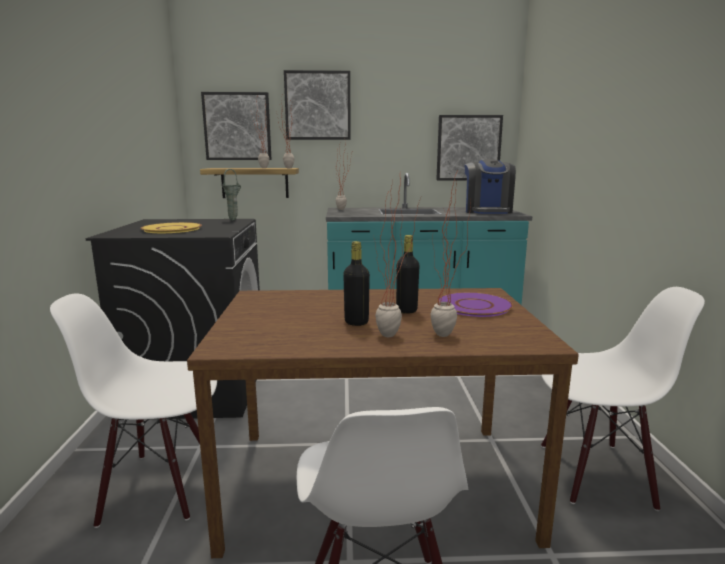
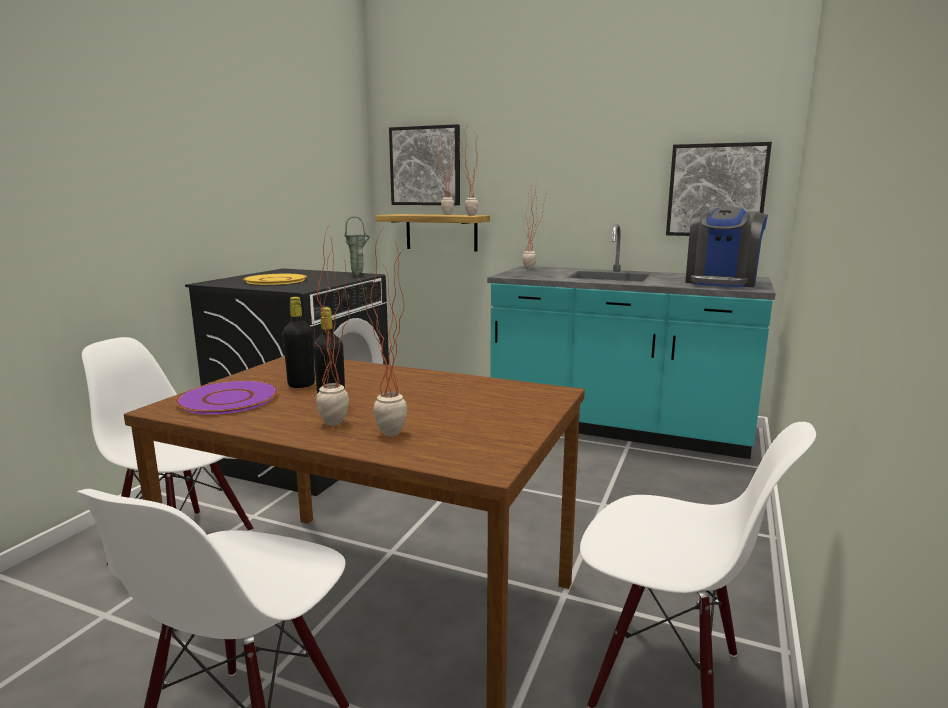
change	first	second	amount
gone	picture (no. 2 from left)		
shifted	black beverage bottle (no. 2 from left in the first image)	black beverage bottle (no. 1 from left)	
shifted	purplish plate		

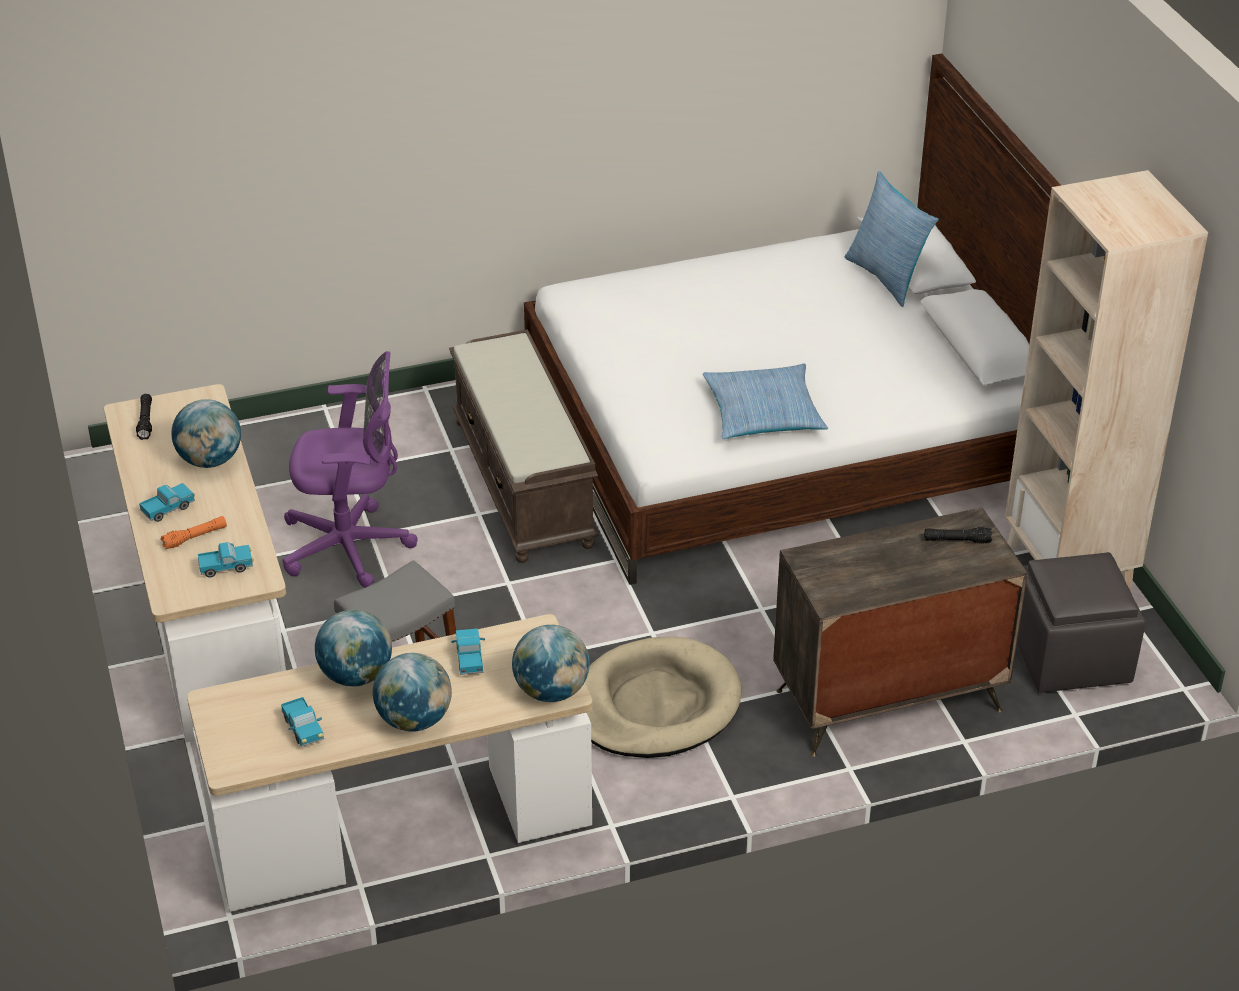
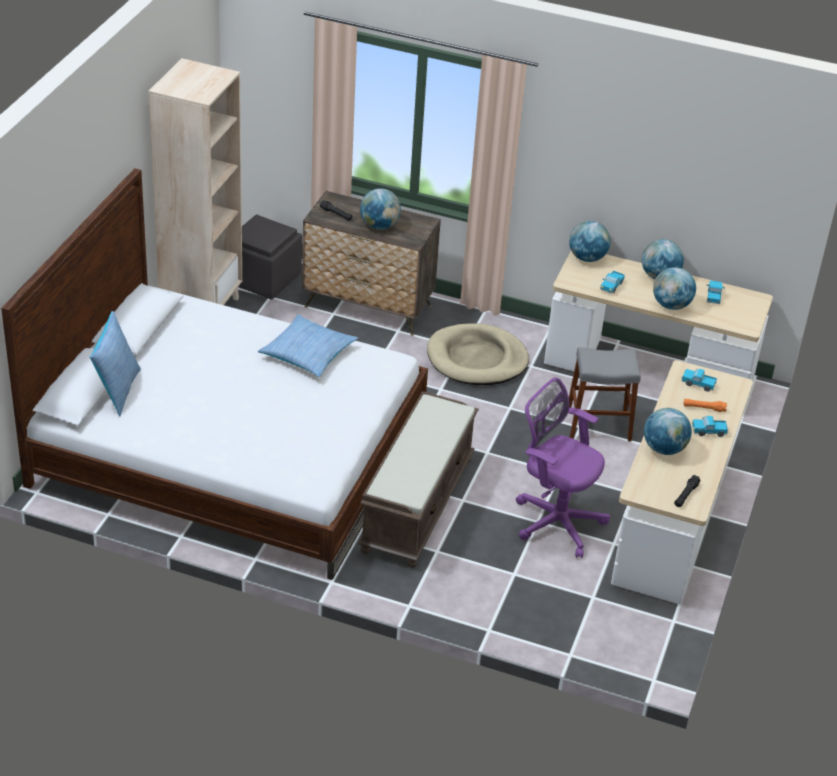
change	first	second	amount
new		globe (no. 1 from left)	

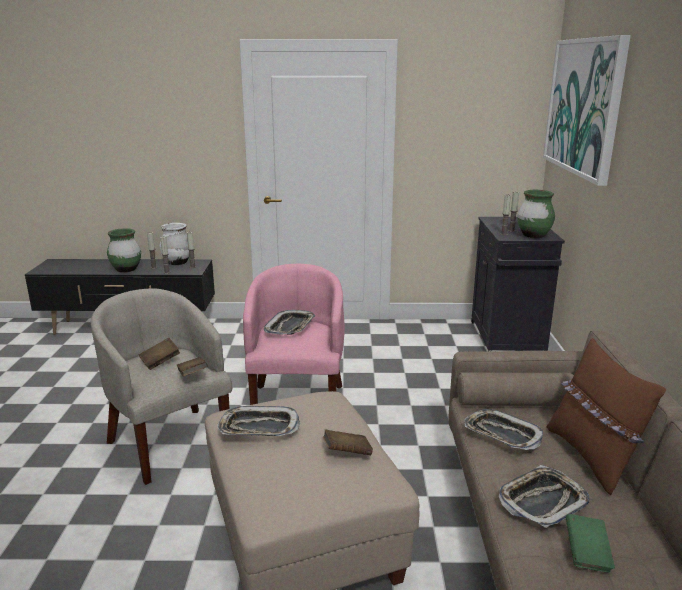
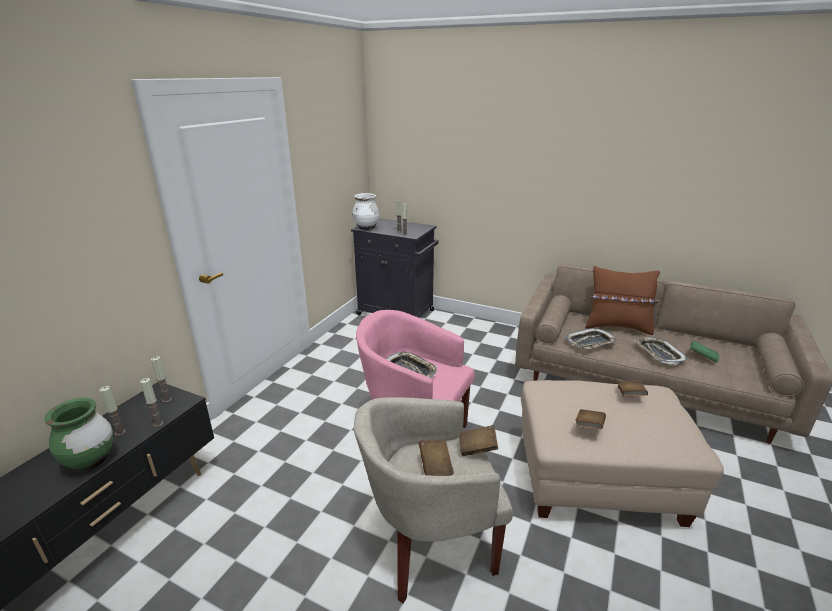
change	first	second	amount
gone	picture		
gone	greenish flower vase (no. 2 from left)		
shifted	white-coloured flower vase		
swapped	serving tray (no. 1 from left)	brown book (no. 3 from left)	

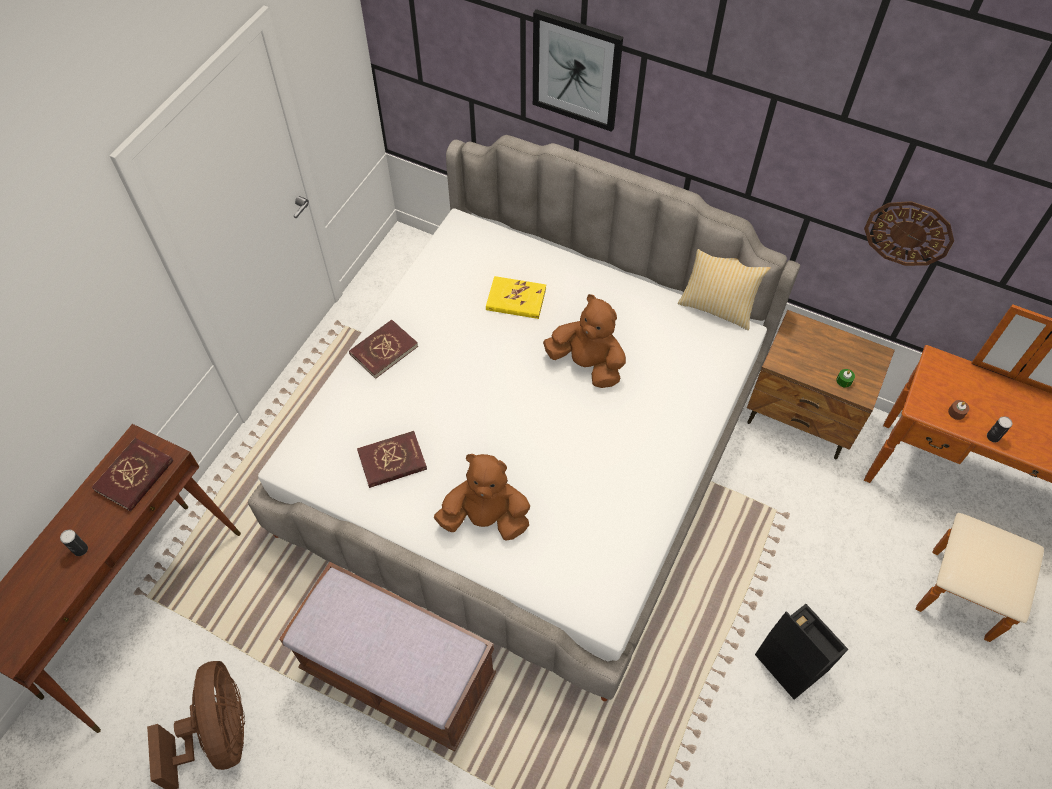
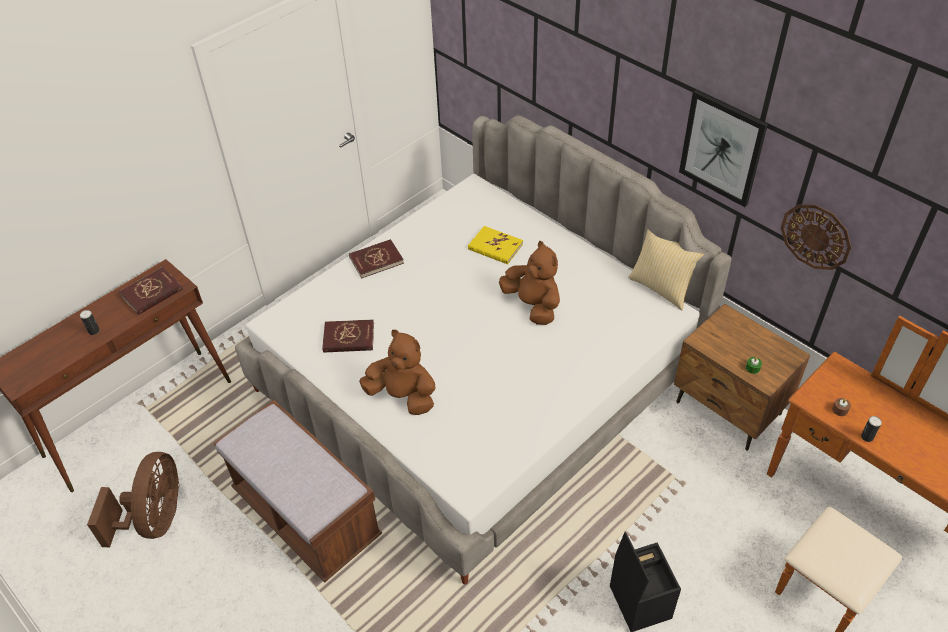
change	first	second	amount
shifted	picture		

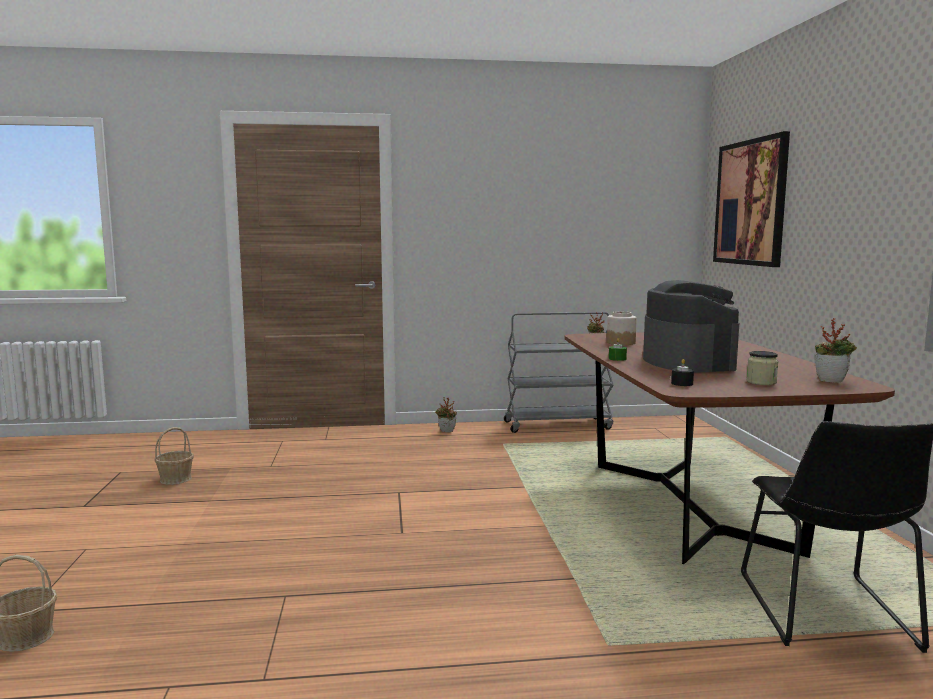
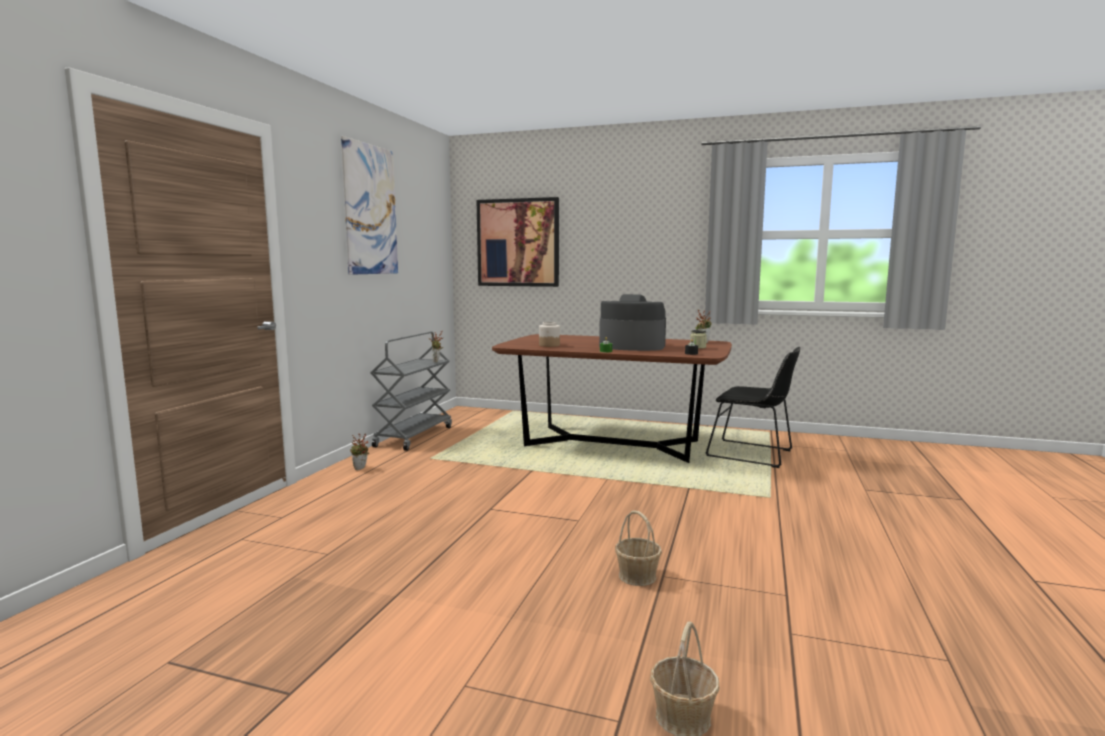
change	first	second	amount
shifted	household basket (no. 2 from left in the first image)	household basket (no. 1 from left)	
new		picture (no. 1 from left)	

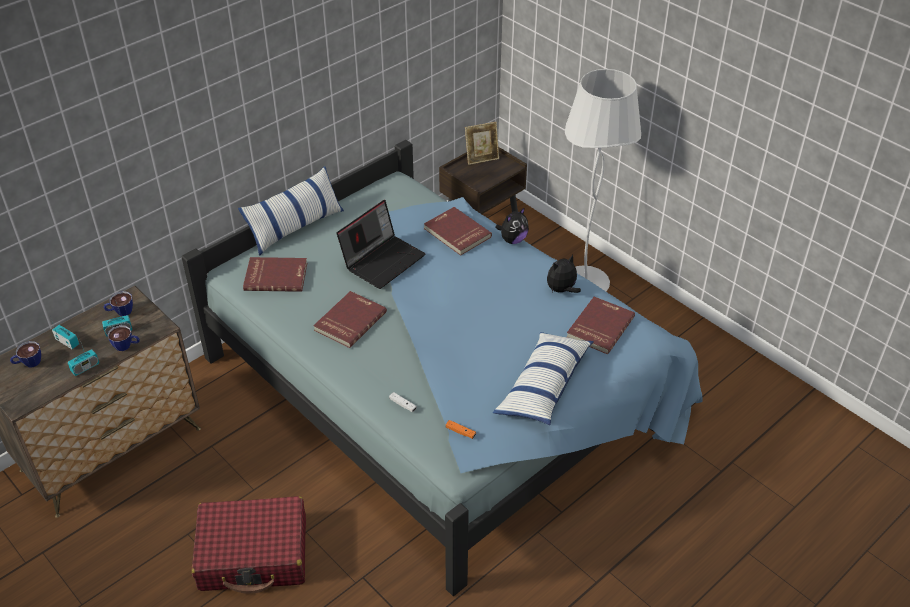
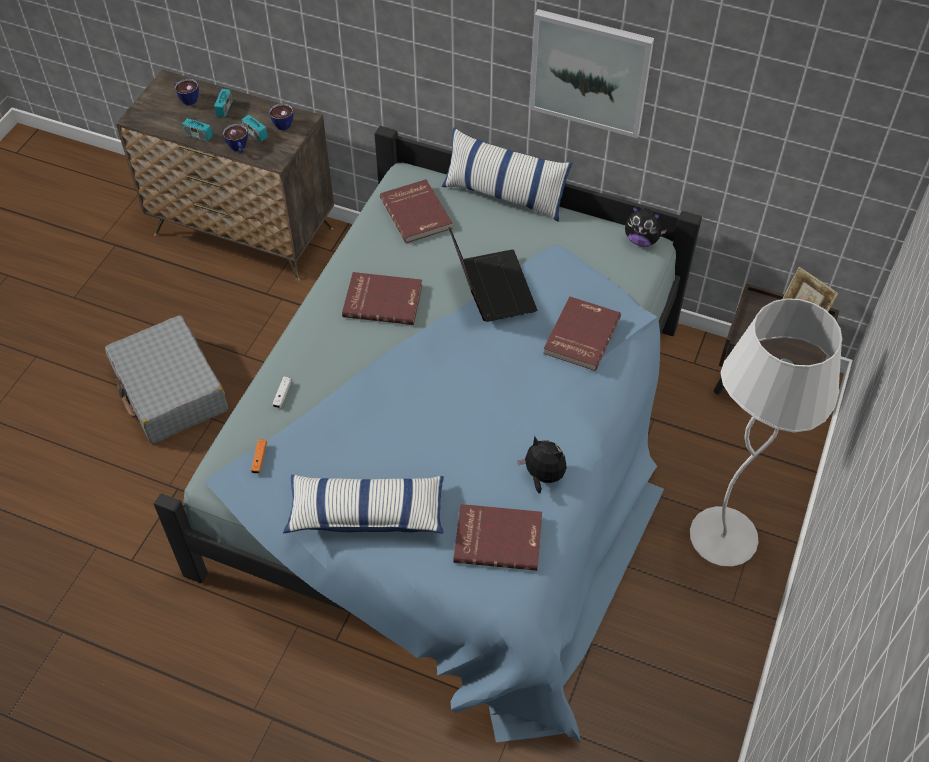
change	first	second	amount
rotated	notebook computer		120 degrees counterclockwise
shifted	soft toy (no. 1 from left in the first image)	soft toy (no. 2 from left)	
repainted	red-coloured travel case	gray travel case	
new		picture	

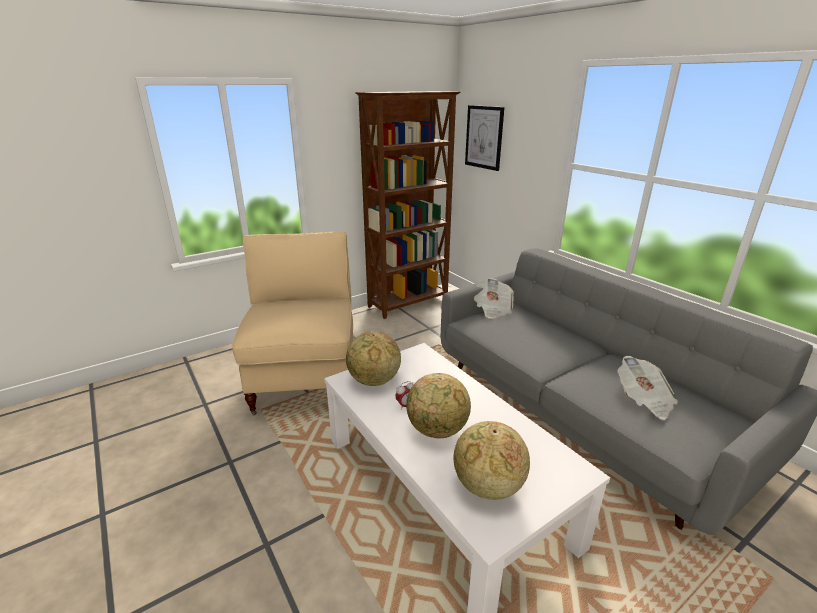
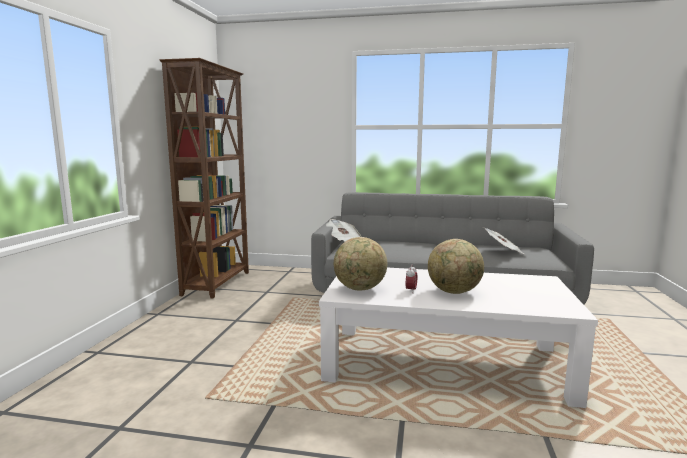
change	first	second	amount
gone	picture		
gone	beige-coloured easy chair		
gone	globe (no. 3 from left)		

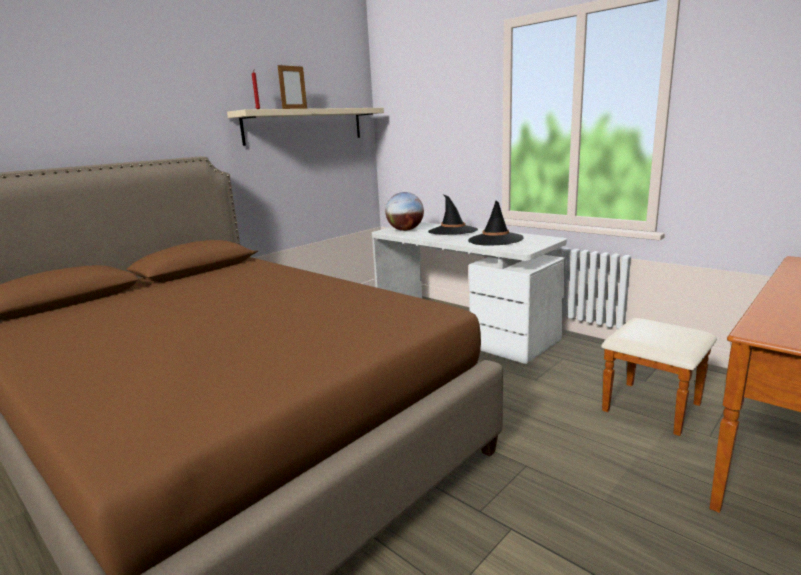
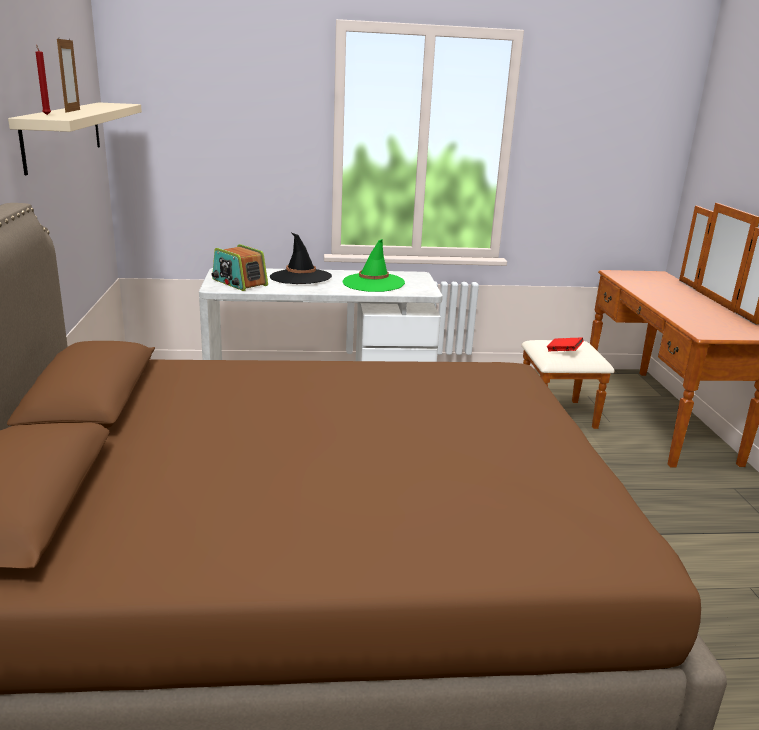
change	first	second	amount
swapped	globe	radio receiver	
repainted	black hat (no. 2 from left)	greenish hat	
new		red-coloured book	

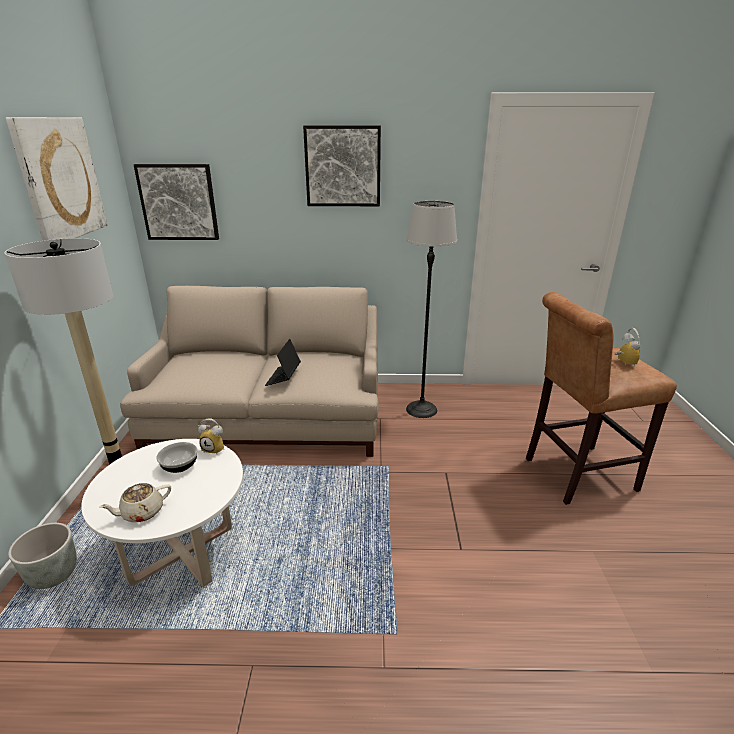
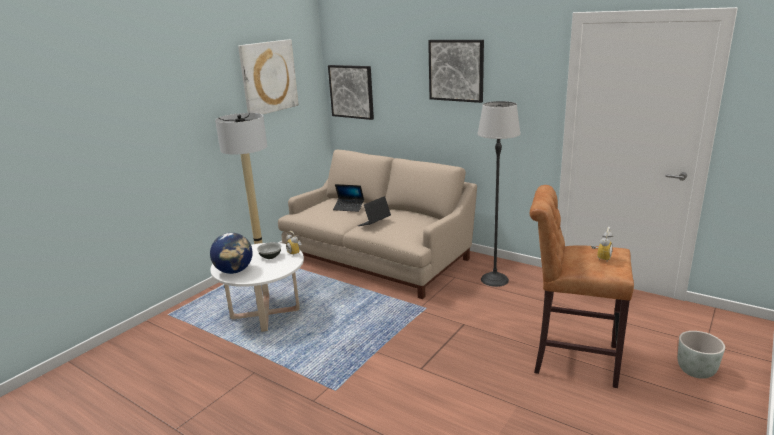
change	first	second	amount
swapped	beige-coloured tea pot	globe	
shifted	gray flower pot		
new		notebook computer (no. 1 from left)	

